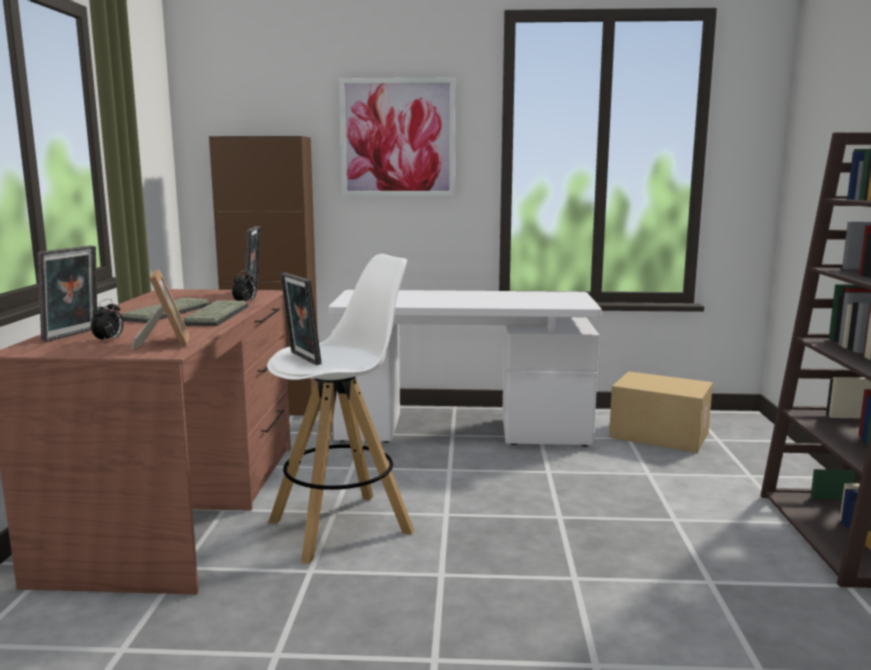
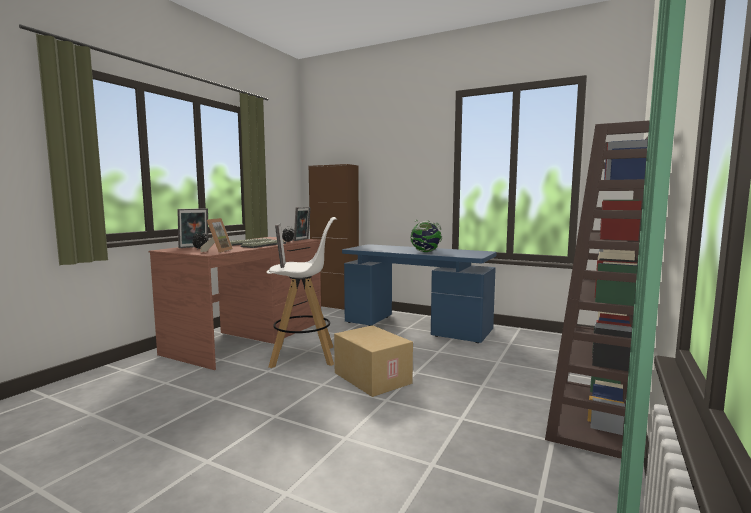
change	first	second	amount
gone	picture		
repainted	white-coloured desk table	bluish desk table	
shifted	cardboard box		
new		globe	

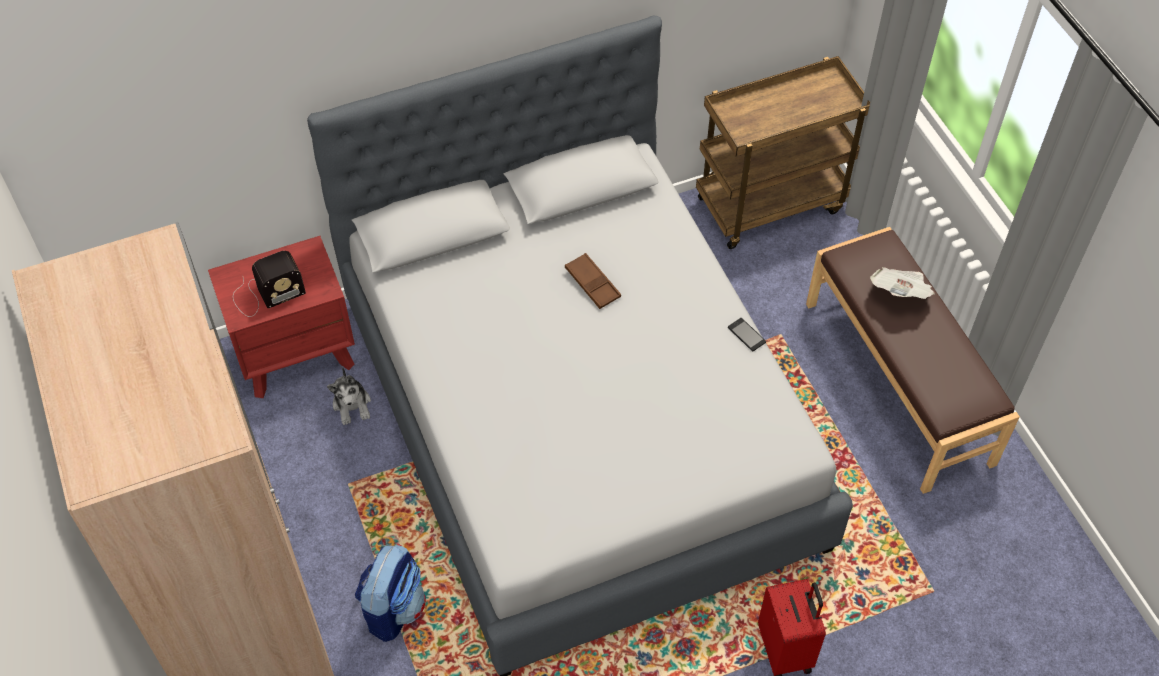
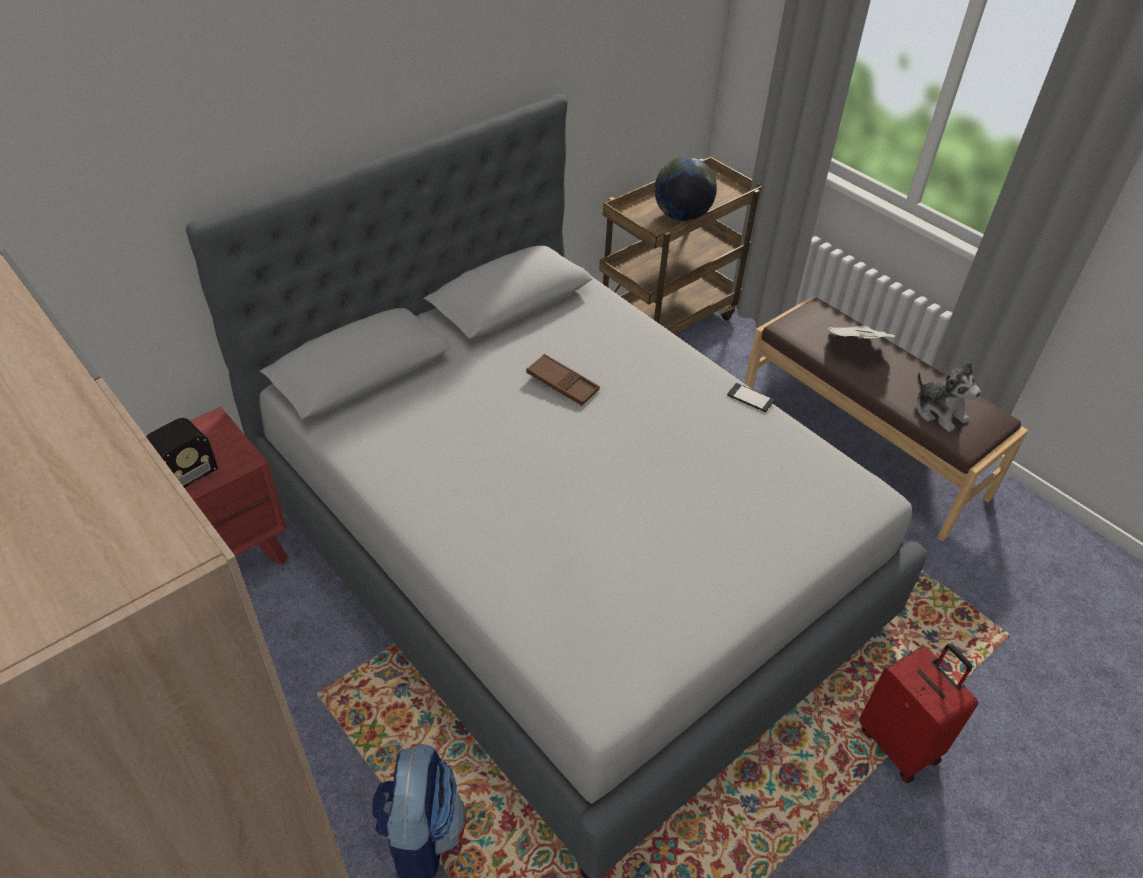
change	first	second	amount
shifted	soft toy		
new		globe	

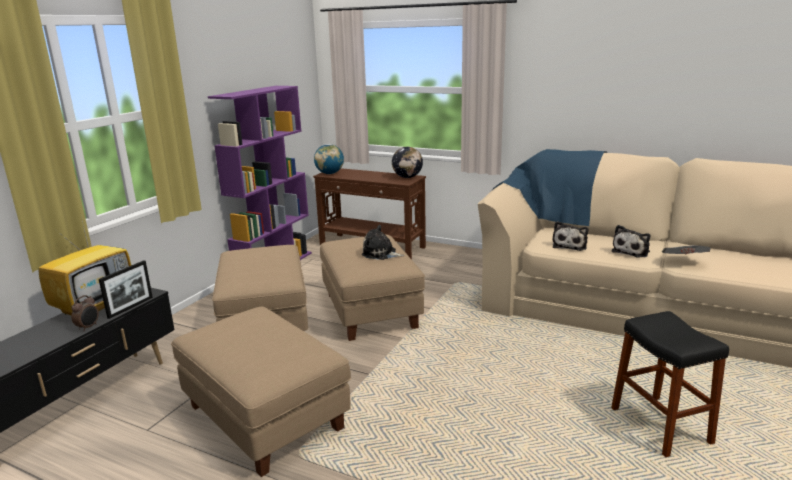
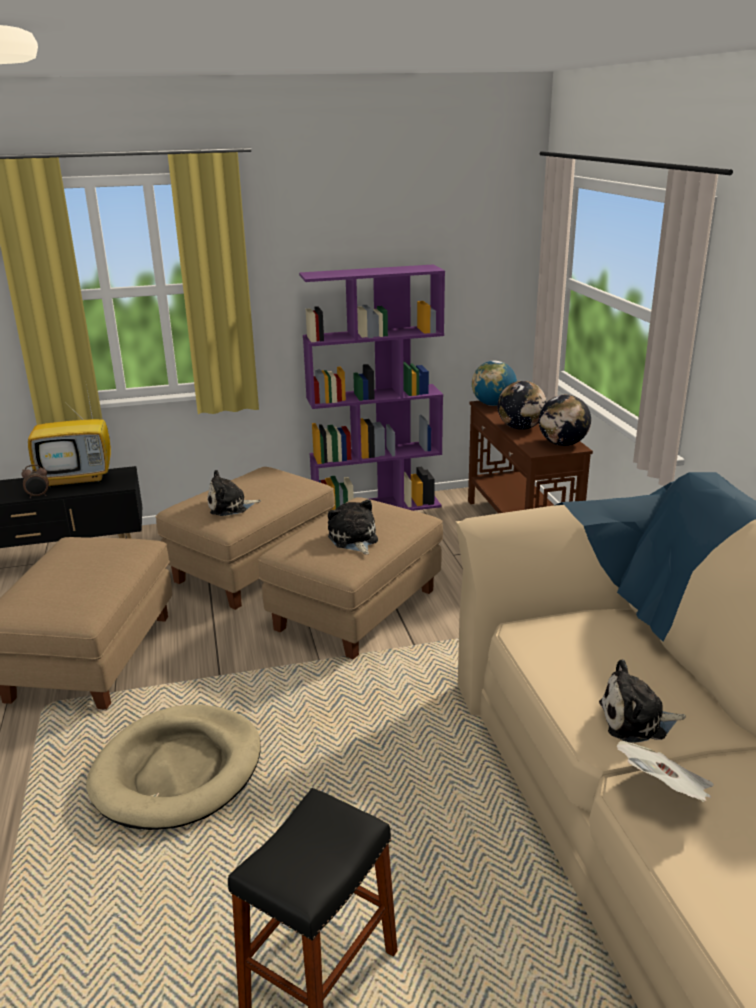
change	first	second	amount
shifted	soft toy (no. 2 from left in the first image)	soft toy (no. 1 from left)	
gone	photo frame		
new		globe (no. 2 from left)	
new		beige-coloured pet bed	

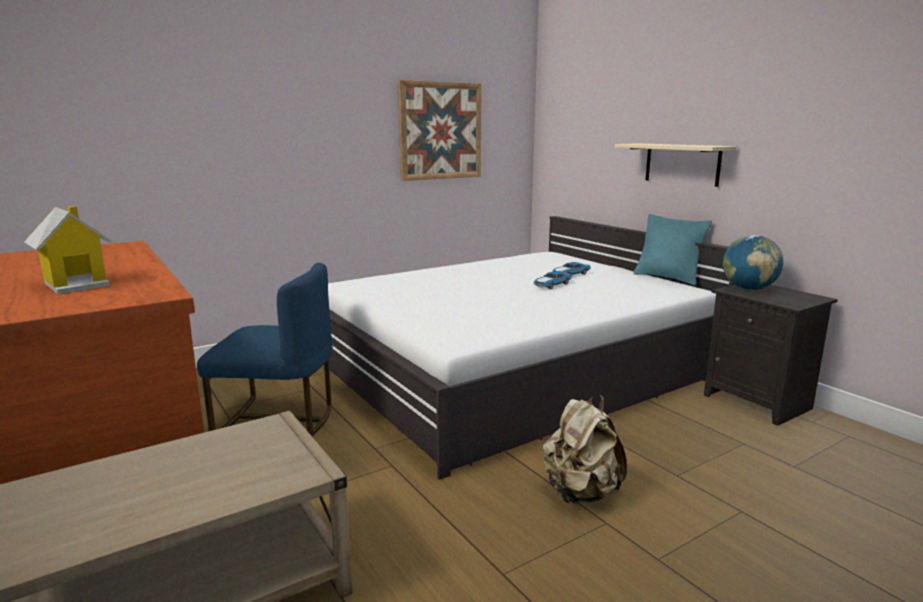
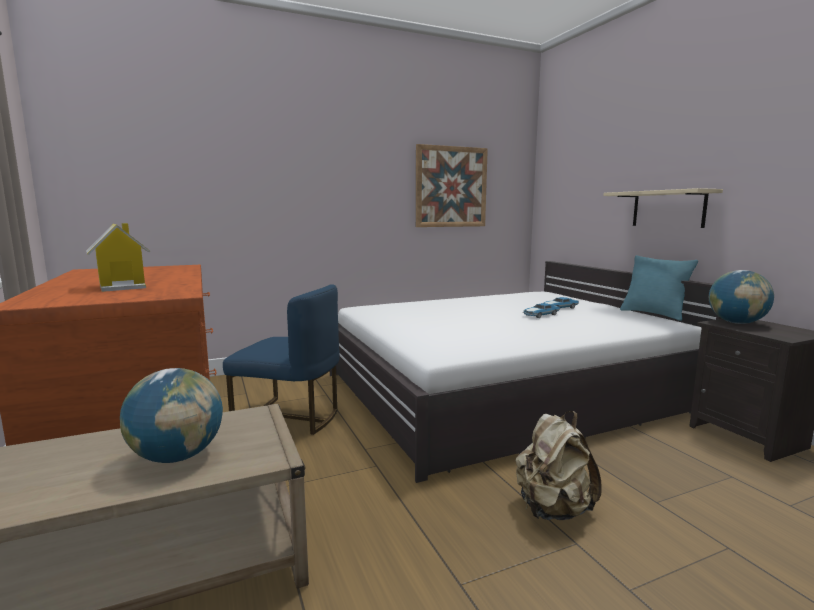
change	first	second	amount
new		globe (no. 1 from left)	

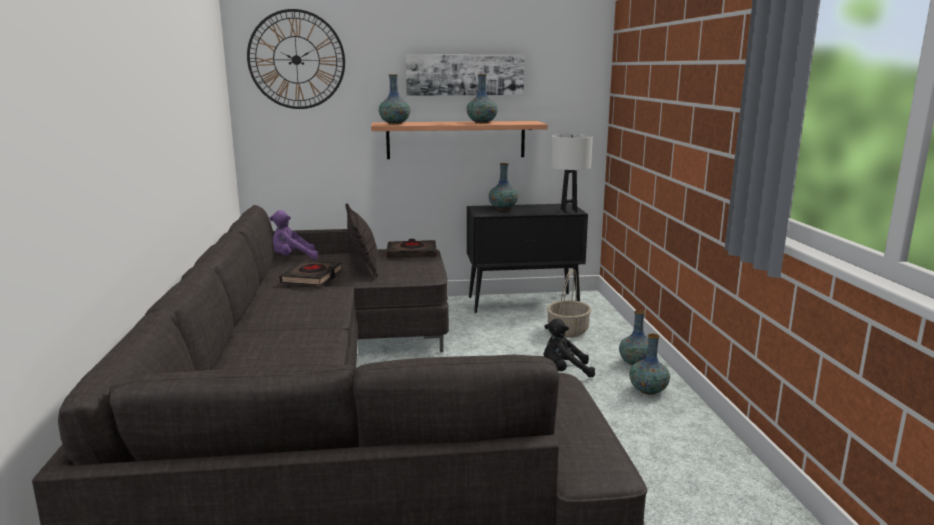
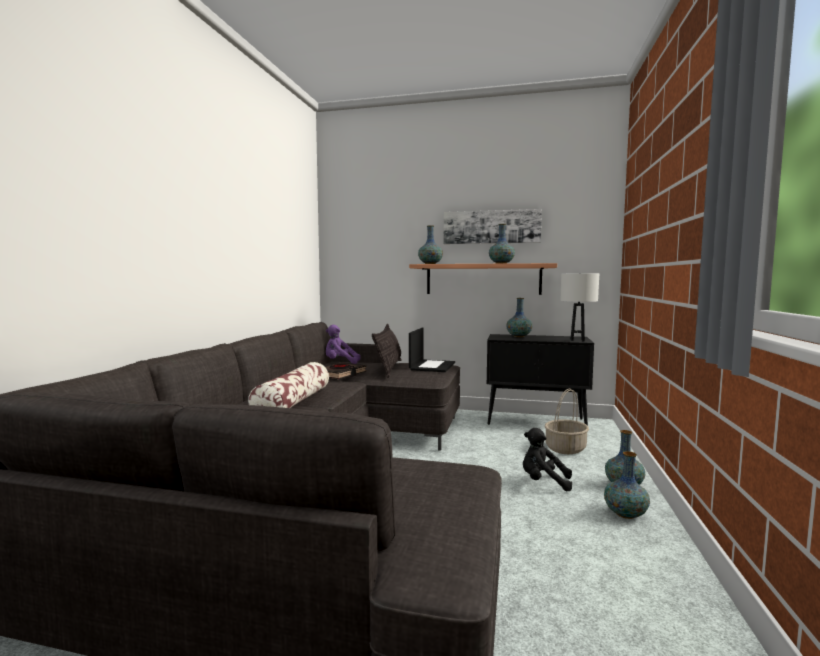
change	first	second	amount
gone	wall clock		
swapped	black book (no. 2 from left)	notebook computer	
new		pillow (no. 1 from left)	

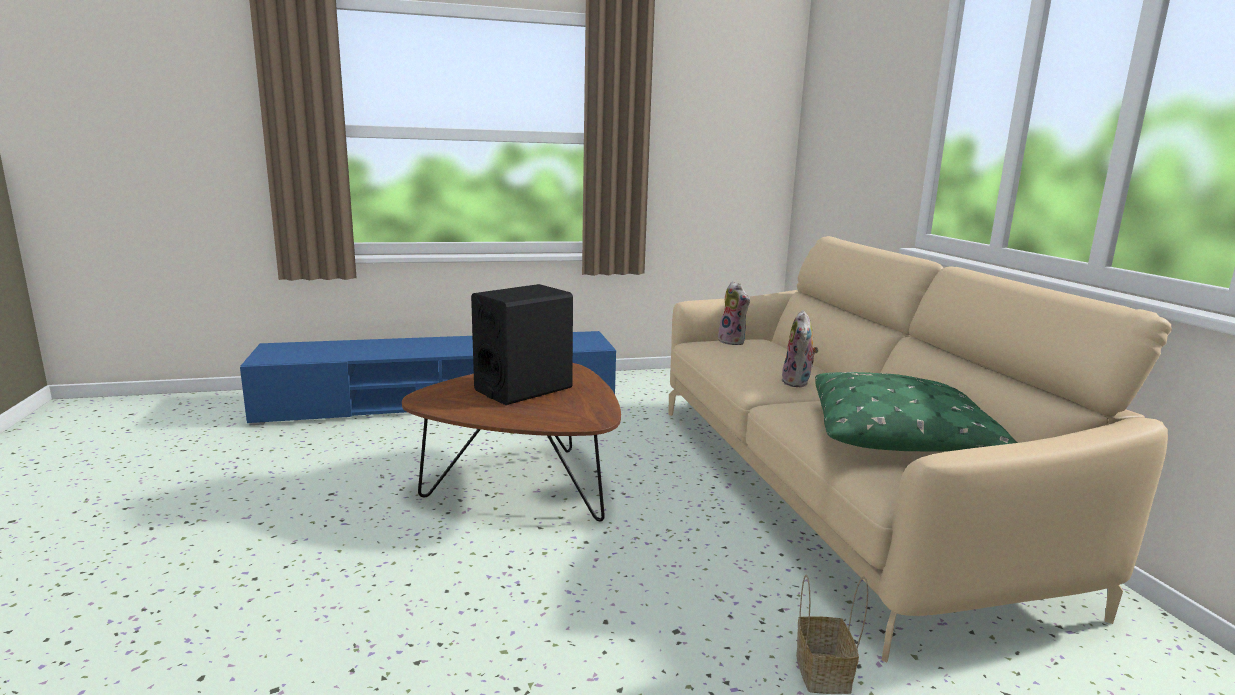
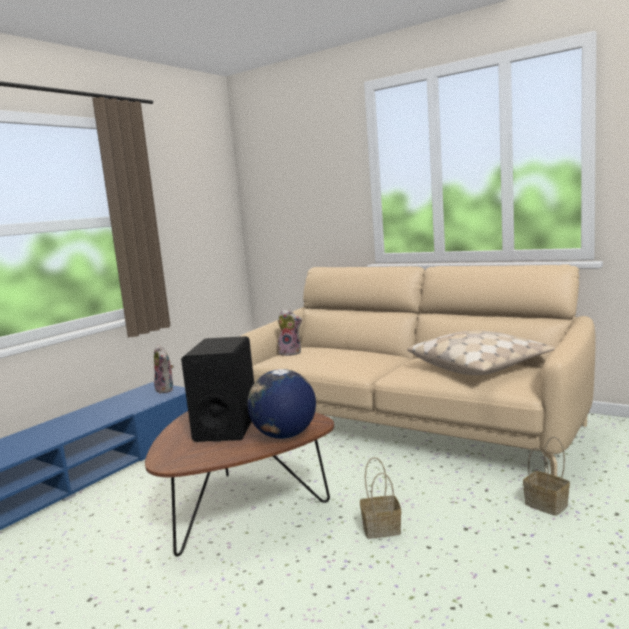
change	first	second	amount
shifted	soft toy (no. 2 from left in the first image)	soft toy (no. 1 from left)	
repainted	greenish pillow	beige-coloured pillow	
new		globe	
new		household basket (no. 1 from left)	

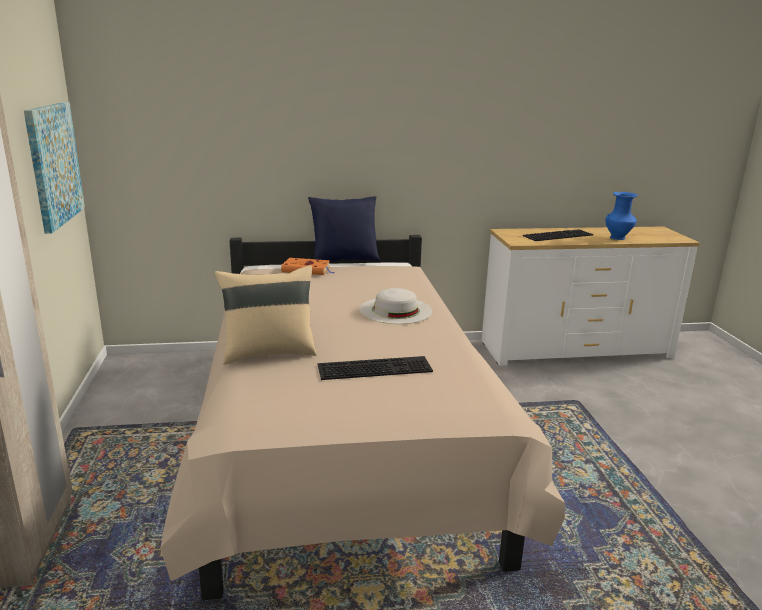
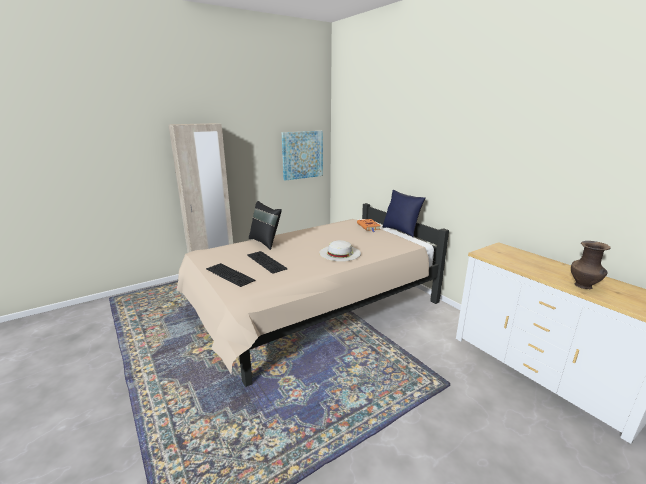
change	first	second	amount
repainted	bluish flower vase	brown flower vase	
shifted	computer keyboard (no. 2 from left in the first image)	computer keyboard (no. 1 from left)	
repainted	beige-coloured pillow	black pillow	

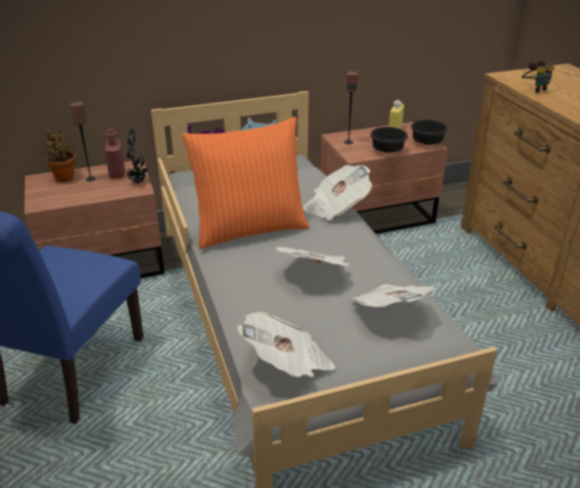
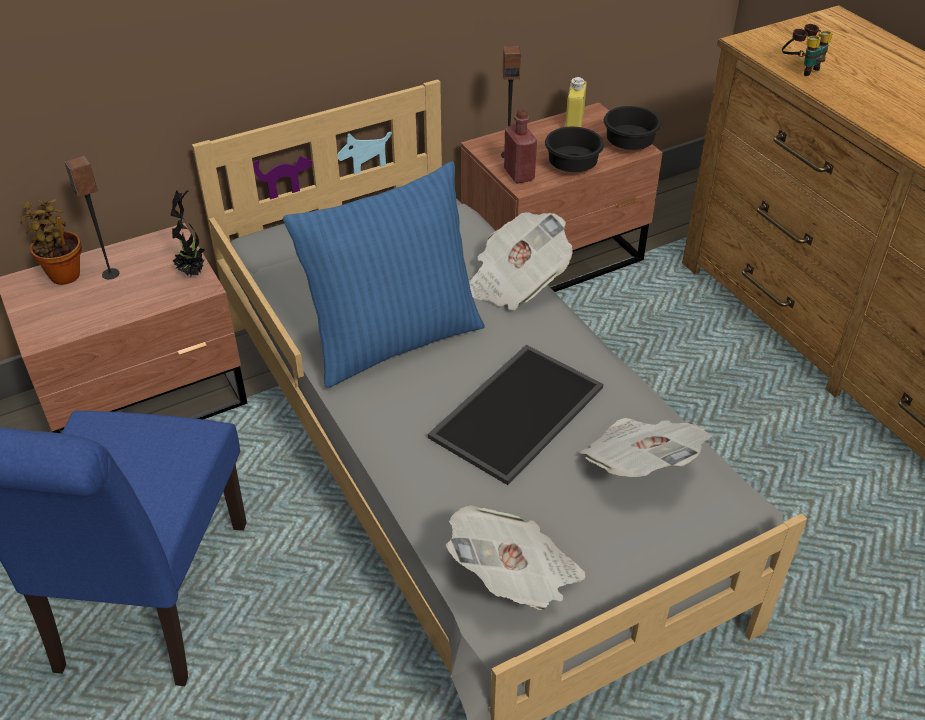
change	first	second	amount
repainted	orange pillow	bluish pillow	
shifted	red-coloured beverage bottle		
swapped	daily paper (no. 2 from left)	serving tray	

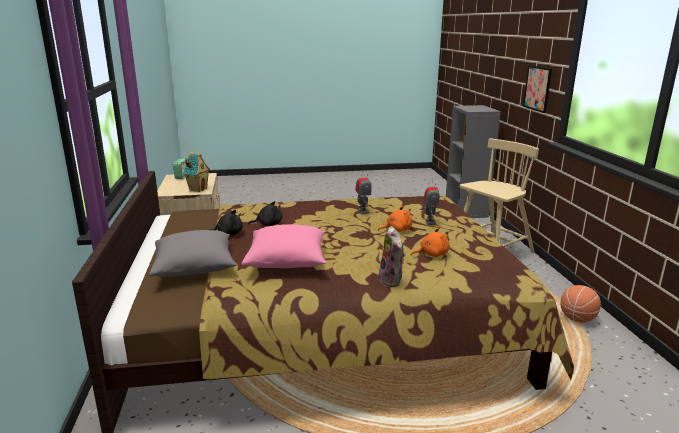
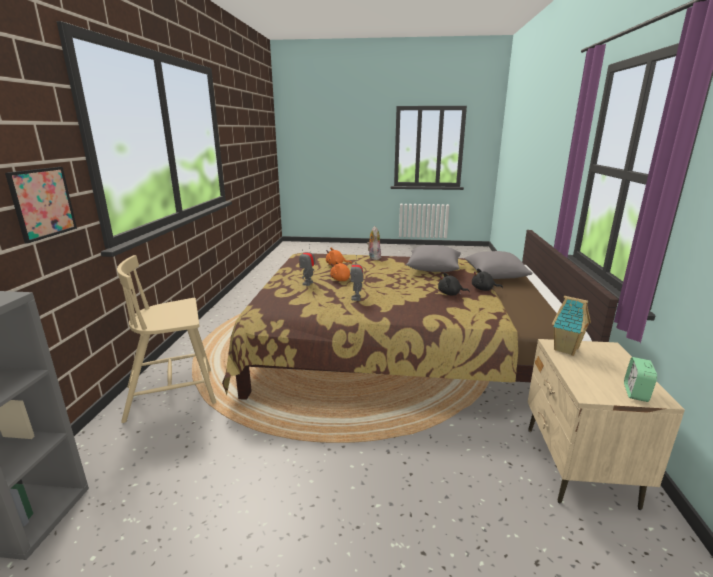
change	first	second	amount
repainted	pink pillow	gray pillow (no. 1 from left)	
gone	basketball		

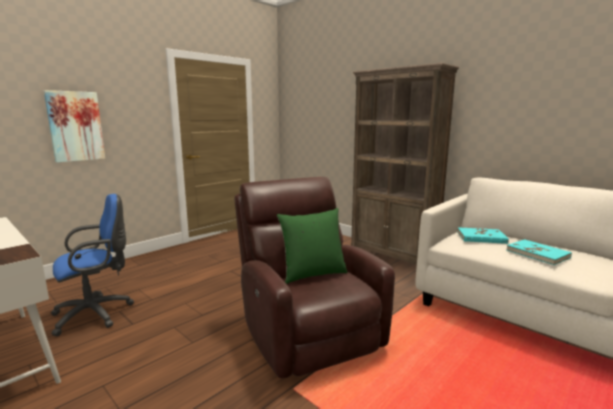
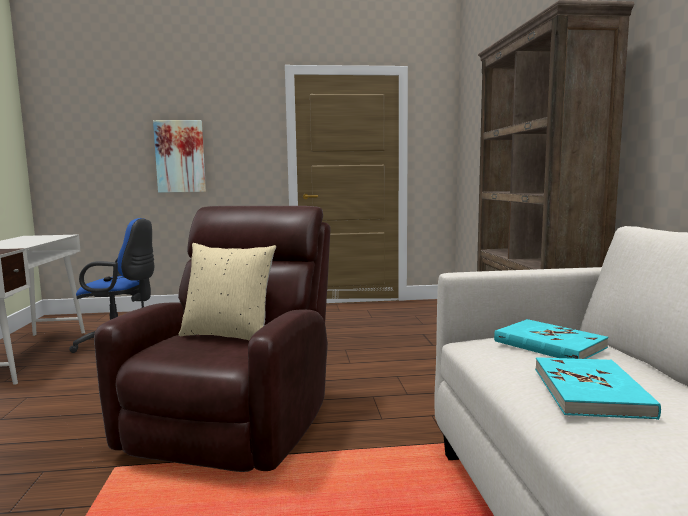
change	first	second	amount
repainted	greenish pillow	beige-coloured pillow	

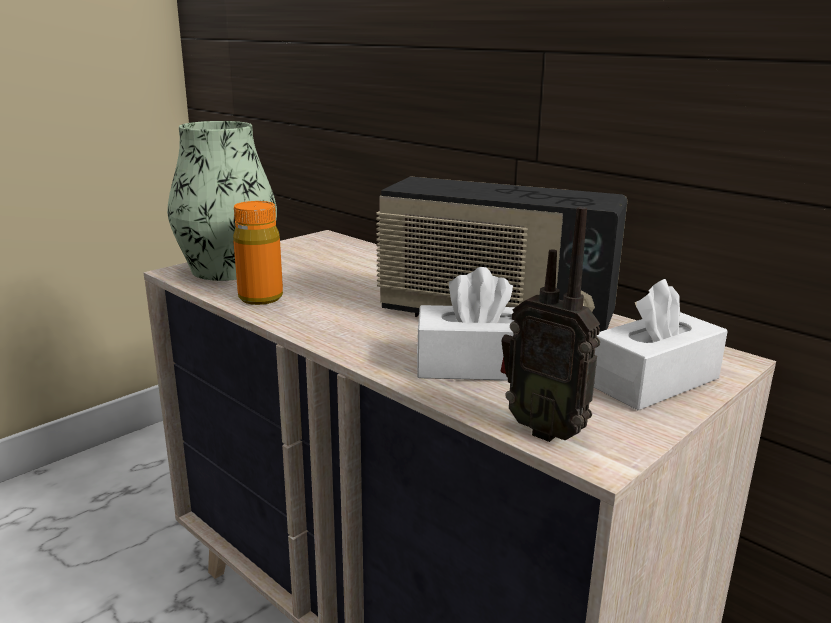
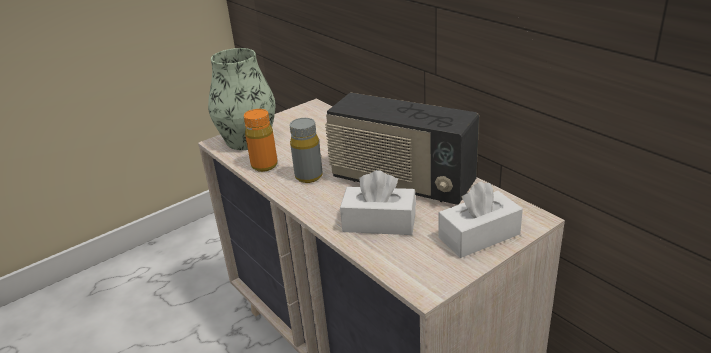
change	first	second	amount
gone	radio receiver (no. 2 from left)		
new		gray beverage bottle	

